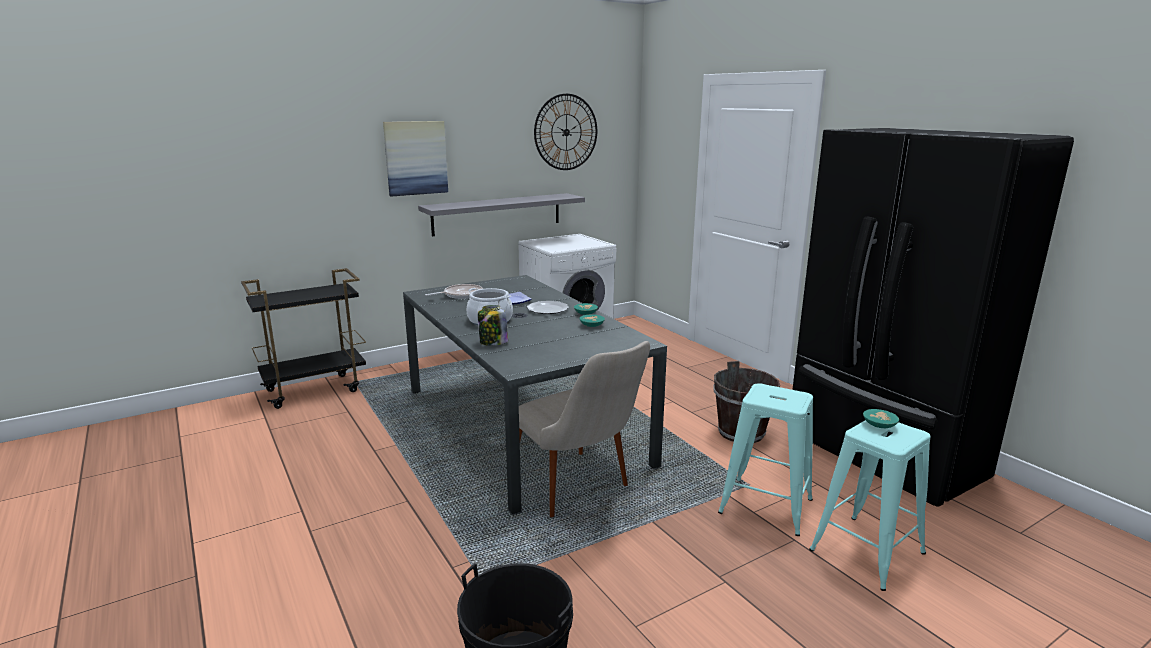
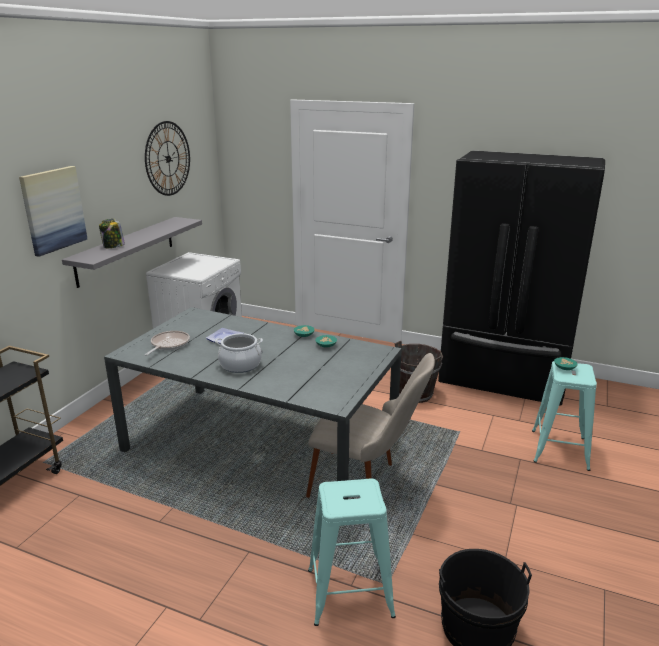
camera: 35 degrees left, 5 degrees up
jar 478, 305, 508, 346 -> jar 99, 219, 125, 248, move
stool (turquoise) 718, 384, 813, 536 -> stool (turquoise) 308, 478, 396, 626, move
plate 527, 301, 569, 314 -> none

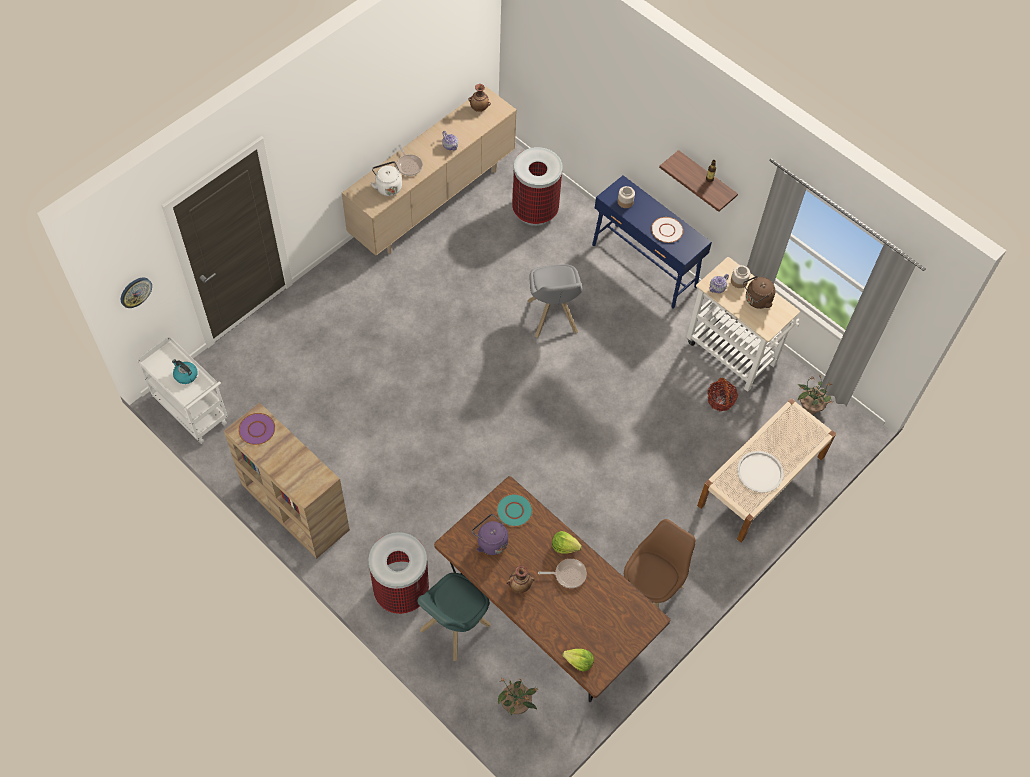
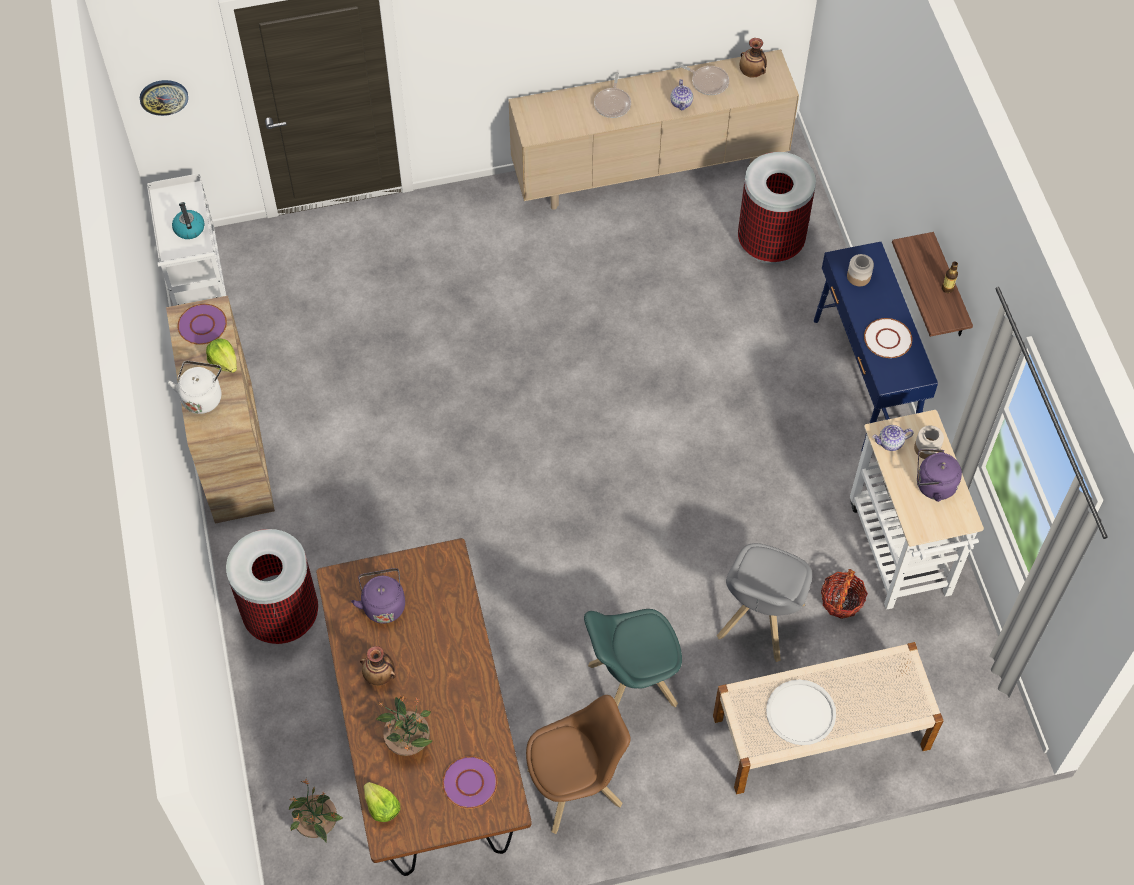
camera: 35 degrees right, 0 degrees up
kettle (white) 371, 161, 402, 196 -> kettle (white) 169, 361, 222, 414, move
lettuce 552, 531, 582, 554 -> lettuce 206, 338, 237, 373, move
potted plant 797, 374, 833, 414 -> potted plant 376, 695, 433, 756, move
none -> plate (purple) 442, 756, 497, 809
chair (turquoise) 417, 573, 491, 661 -> chair (turquoise) 584, 609, 682, 707, move
frying pan 538, 559, 587, 588 -> frying pan 677, 63, 729, 95, move
chair (grey) 527, 264, 583, 338 -> chair (grey) 717, 543, 812, 662, move
kettle (brown) 743, 276, 775, 309 -> kettle (purple) 917, 449, 962, 502
plate (turquoise) 496, 494, 533, 527 -> none

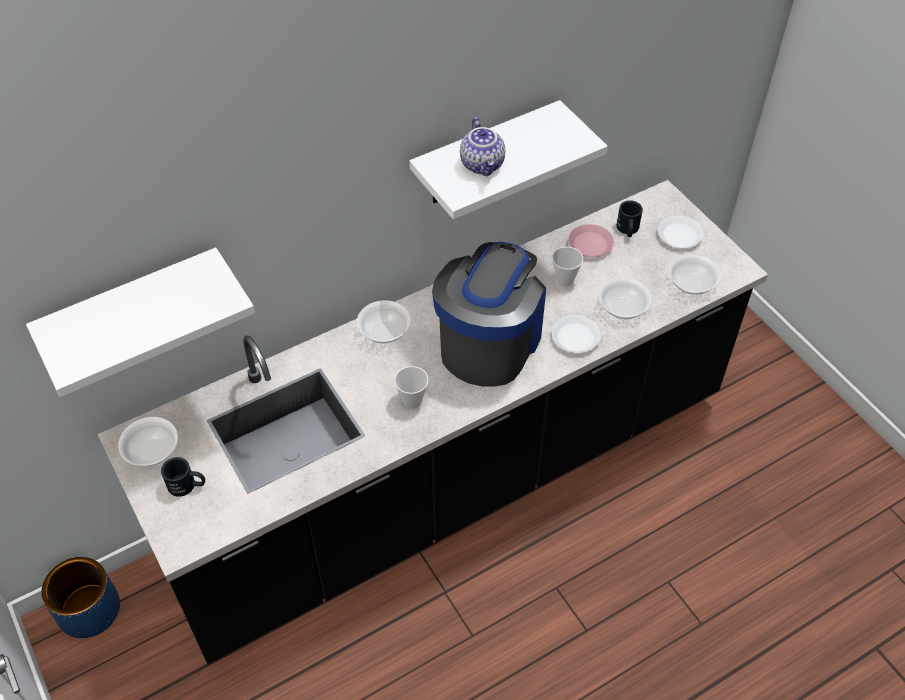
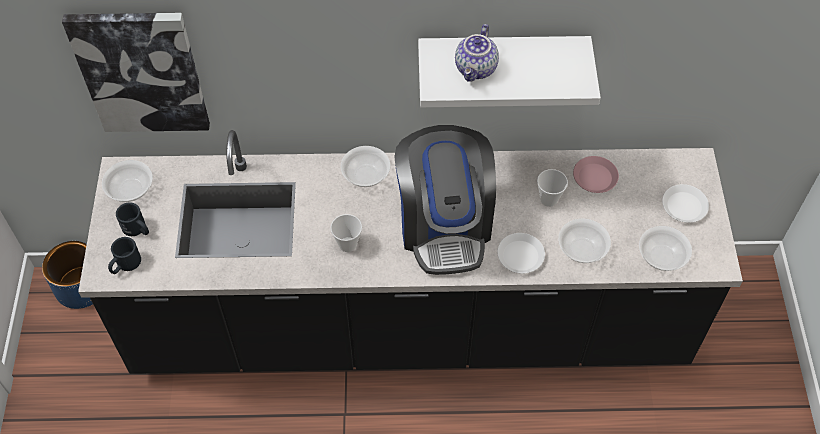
camera: 30 degrees right, 5 degrees up
shelf (white) 26, 247, 255, 397 -> picture 62, 13, 210, 132
mug (black) 616, 200, 643, 237 -> mug (black) 108, 237, 141, 274, move
coffee machine 432, 242, 546, 386 -> coffee machine 395, 125, 496, 275, 120 degrees clockwise

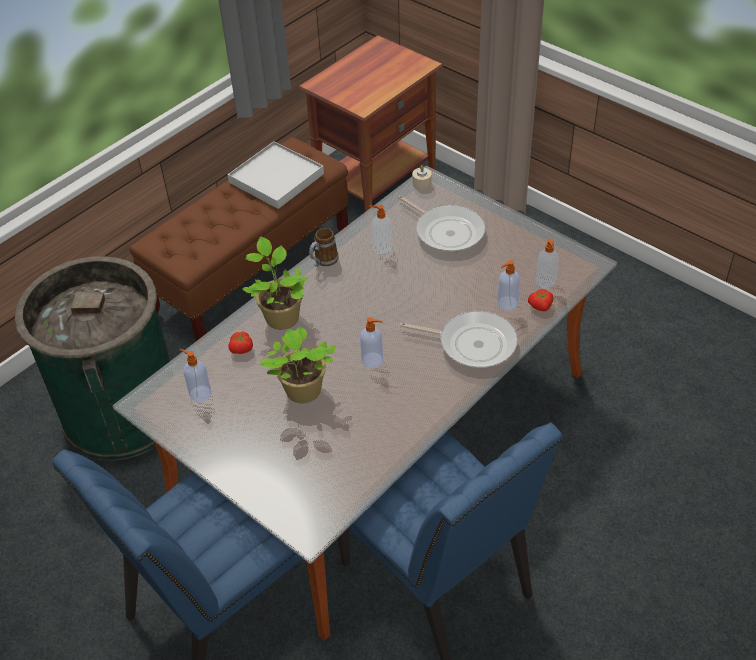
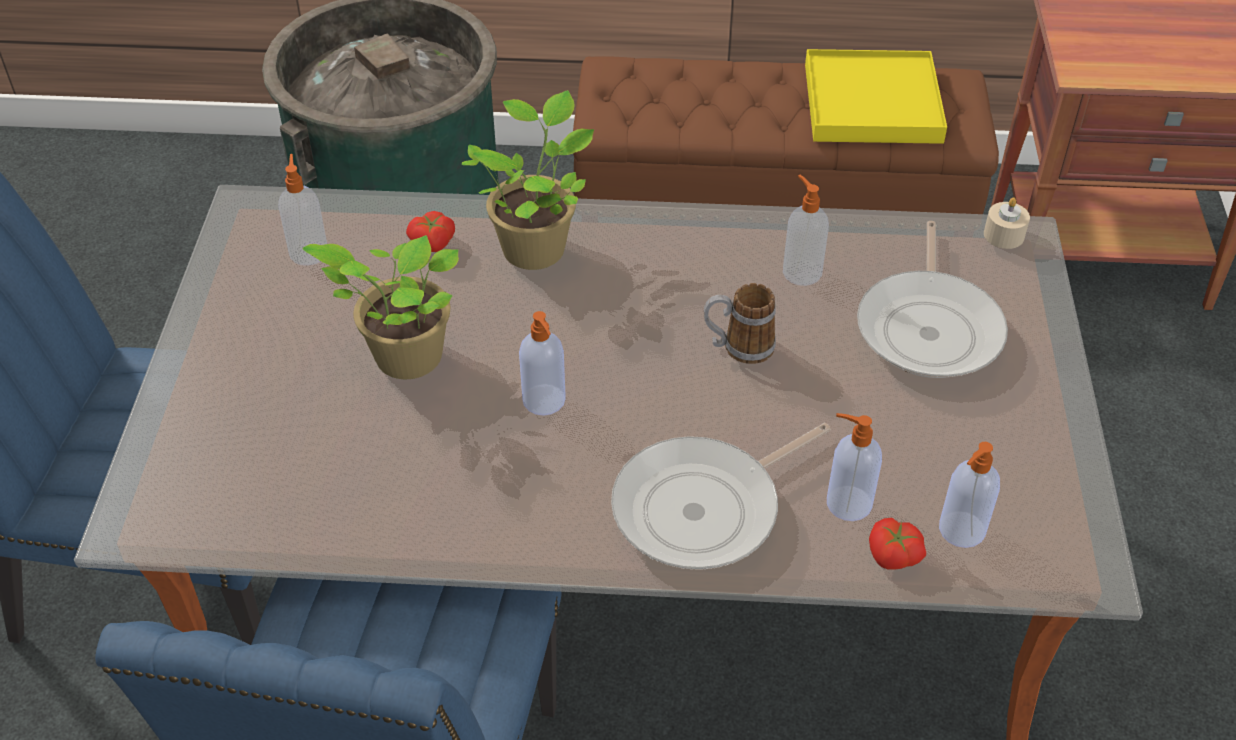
camera: 50 degrees right, 0 degrees up
frying pan 400, 311, 518, 368 -> frying pan 611, 423, 831, 570, 75 degrees clockwise
mug 309, 228, 338, 267 -> mug 704, 283, 776, 364, move
tray (white) 228, 141, 324, 209 -> tray (yellow) 805, 49, 947, 144

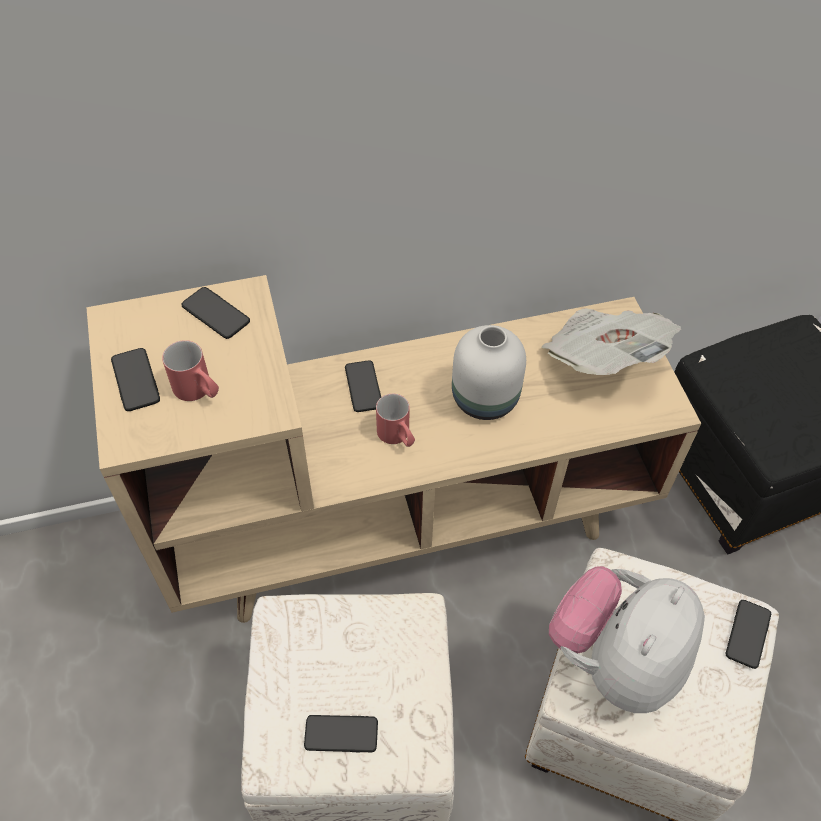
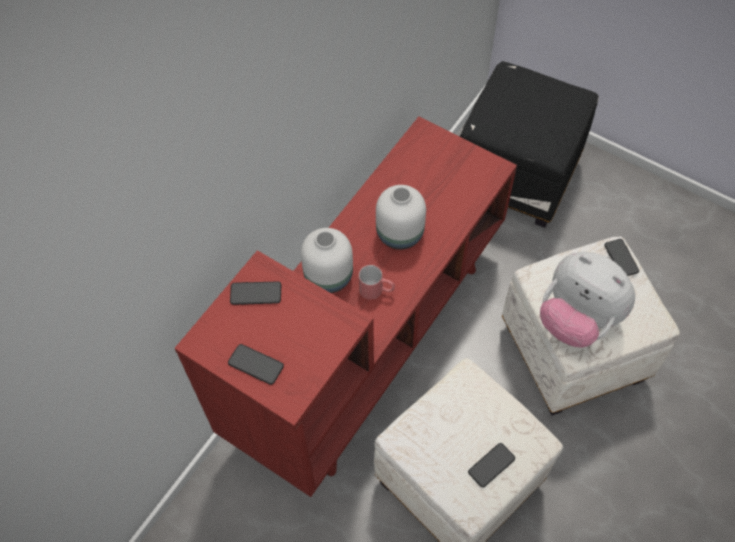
camera: 40 degrees left, 5 degrees up
tv stand (beige) 86, 275, 701, 623 -> tv stand (red) 174, 116, 517, 497
phone 345, 361, 381, 412 -> vase (white) 301, 228, 353, 293
plush toy 549, 566, 705, 713 -> plush toy 540, 252, 635, 348, 45 degrees counterclockwise
mug (red) 162, 340, 219, 401 -> none
newspaper 542, 308, 681, 375 -> none

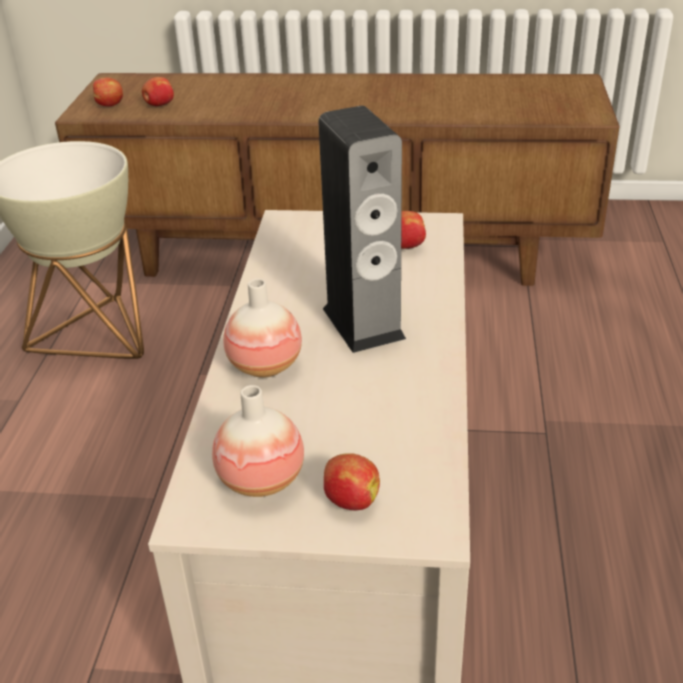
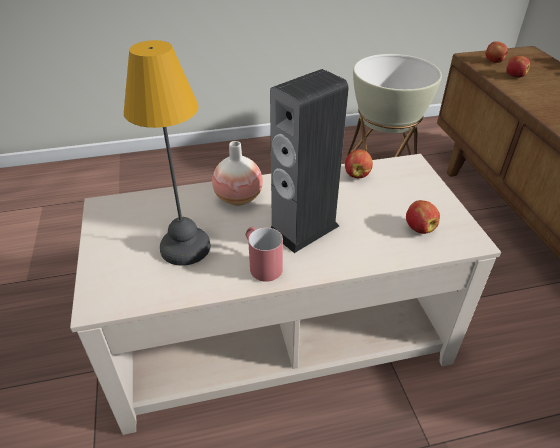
camera: 70 degrees right, 5 degrees up
none -> table lamp 124, 40, 211, 266
none -> mug (red) 246, 227, 283, 282
apple 324, 453, 380, 510 -> apple 345, 150, 373, 178, move
vase 212, 385, 304, 497 -> none

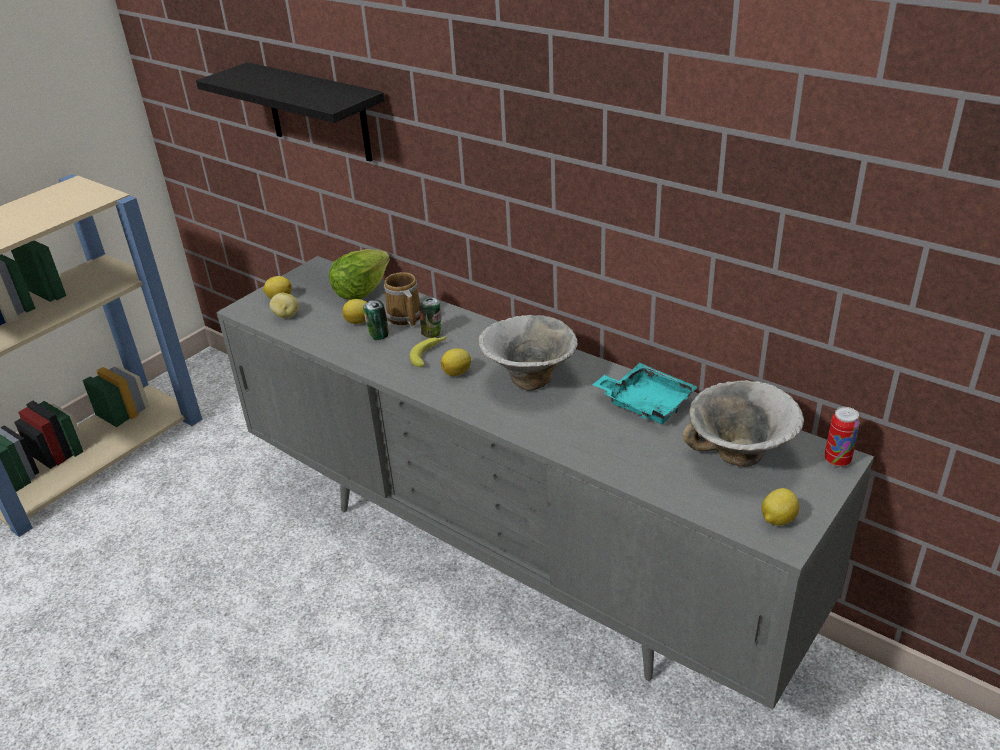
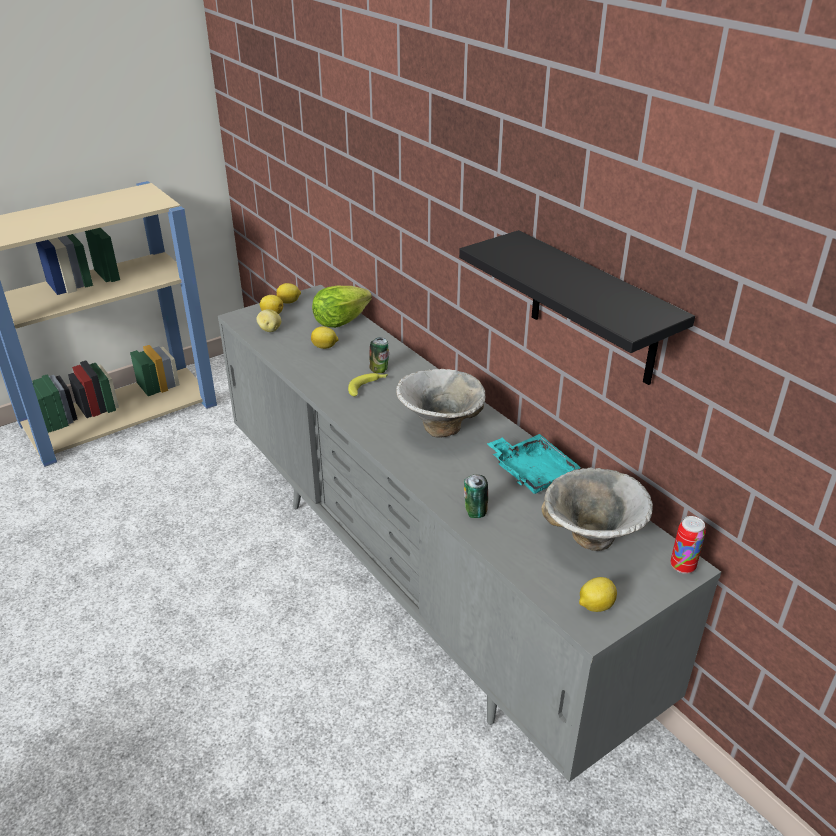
camera: 15 degrees right, 0 degrees up
lemon 441, 348, 471, 376 -> lemon 277, 283, 301, 304, move
shelf (black) 196, 62, 384, 162 -> shelf (black) 459, 230, 695, 385, move
can 363, 300, 389, 340 -> can 464, 474, 488, 518, move
mug 384, 272, 420, 326 -> none

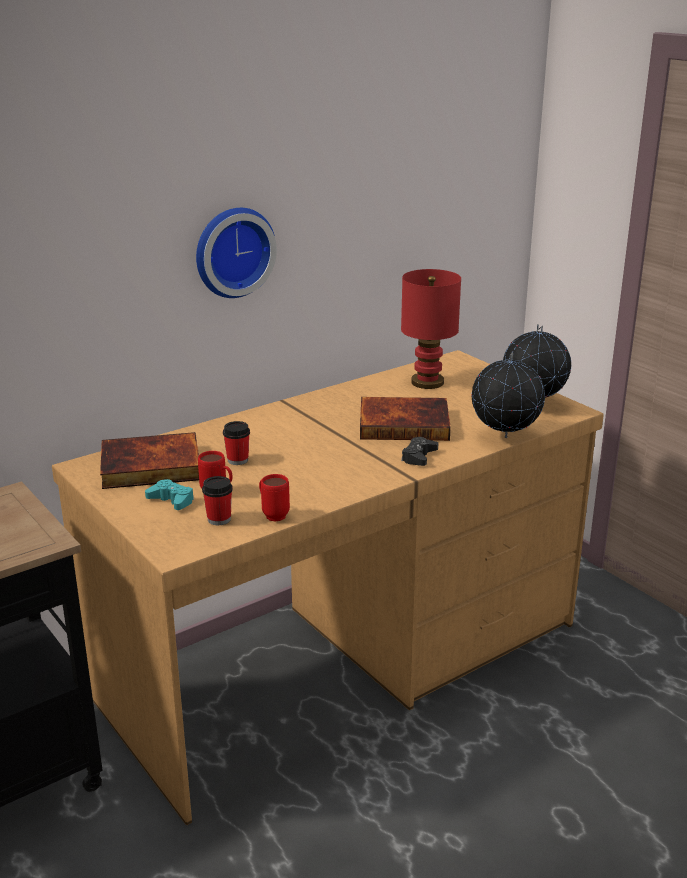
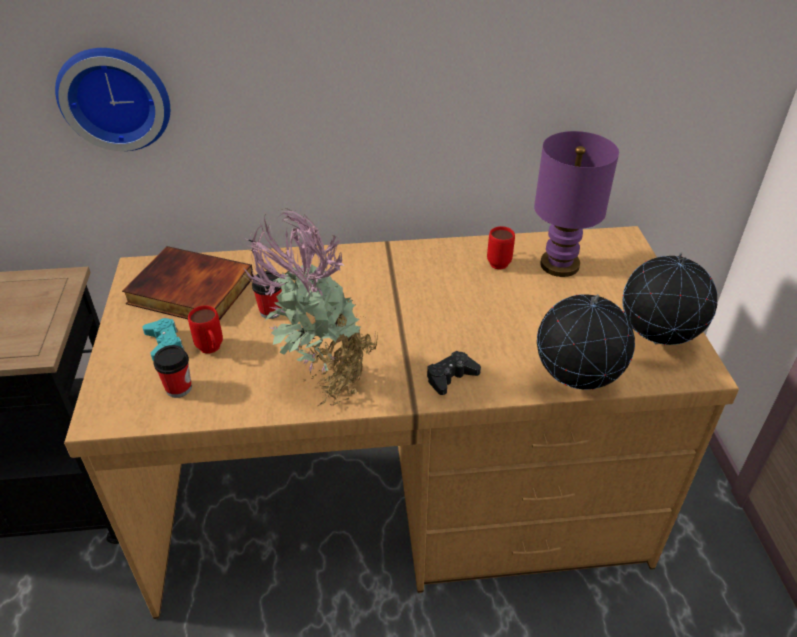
camera: 30 degrees right, 15 degrees up
wall clock 196, 208, 277, 298 -> wall clock 55, 48, 170, 151, move
none -> potted plant 241, 208, 378, 406
mug (red) 259, 474, 290, 522 -> mug (red) 487, 226, 515, 270, move
table lamp (red) 401, 269, 461, 389 -> table lamp (purple) 534, 131, 619, 277
book 360, 397, 451, 441 -> none

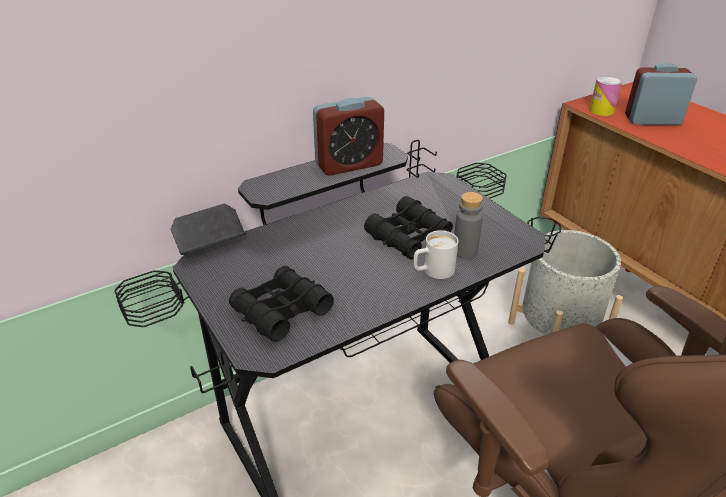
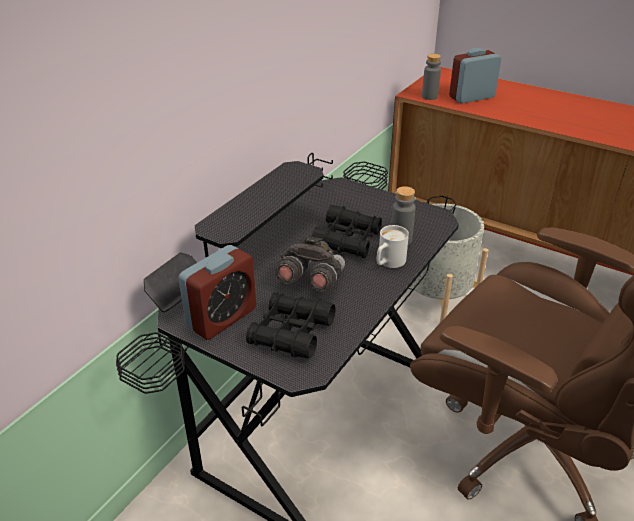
camera: 25 degrees left, 0 degrees up
alarm clock 313, 97, 384, 176 -> alarm clock 178, 245, 256, 340, move
none -> binoculars (grey) 275, 235, 345, 291
can 589, 76, 622, 116 -> bottle (grey) 422, 54, 441, 100

